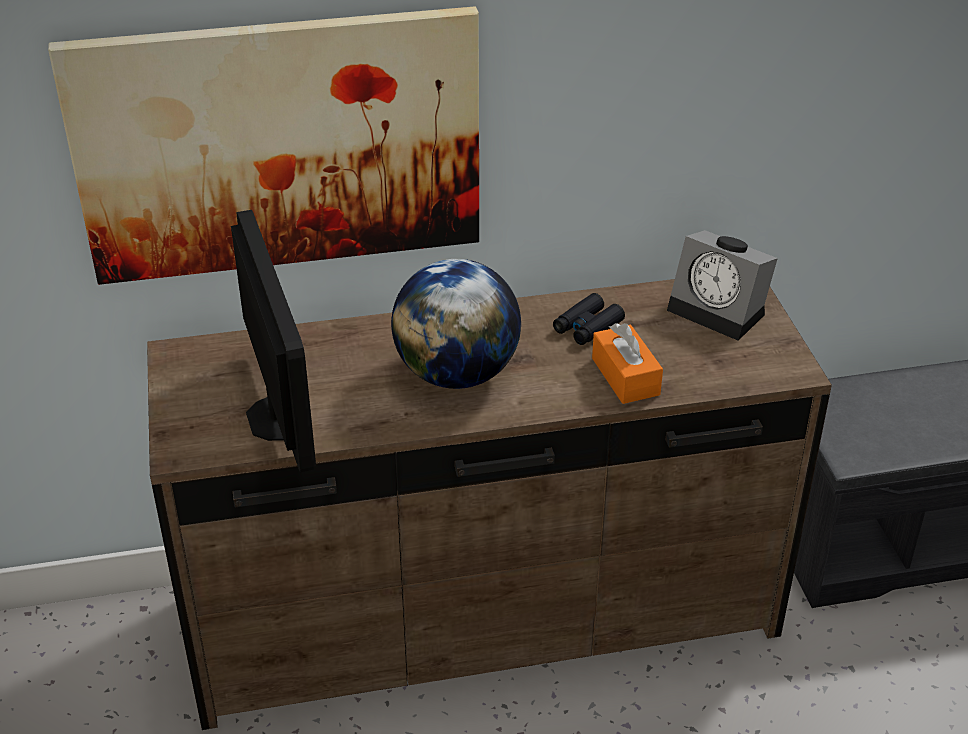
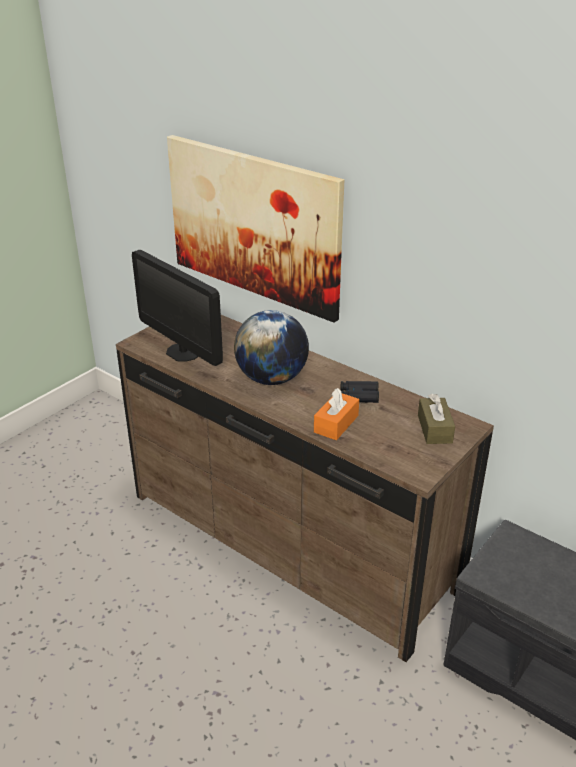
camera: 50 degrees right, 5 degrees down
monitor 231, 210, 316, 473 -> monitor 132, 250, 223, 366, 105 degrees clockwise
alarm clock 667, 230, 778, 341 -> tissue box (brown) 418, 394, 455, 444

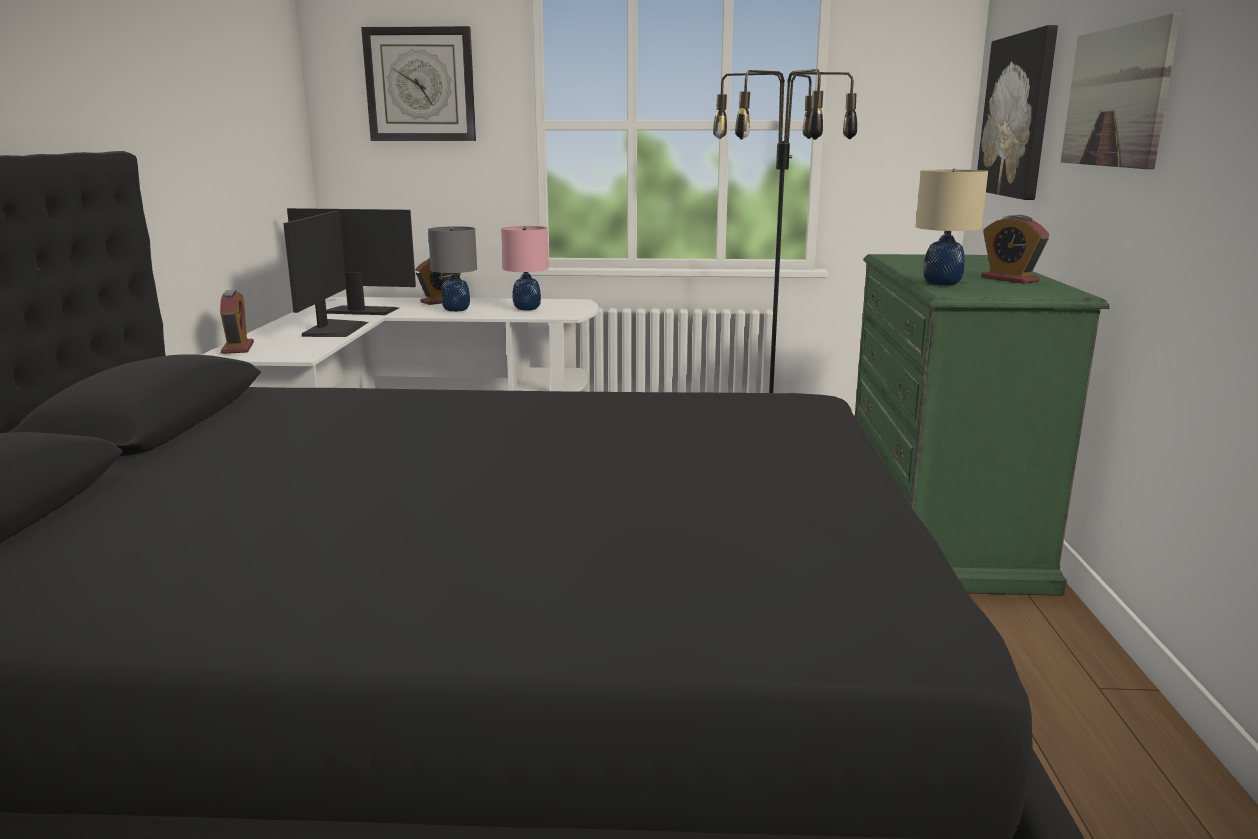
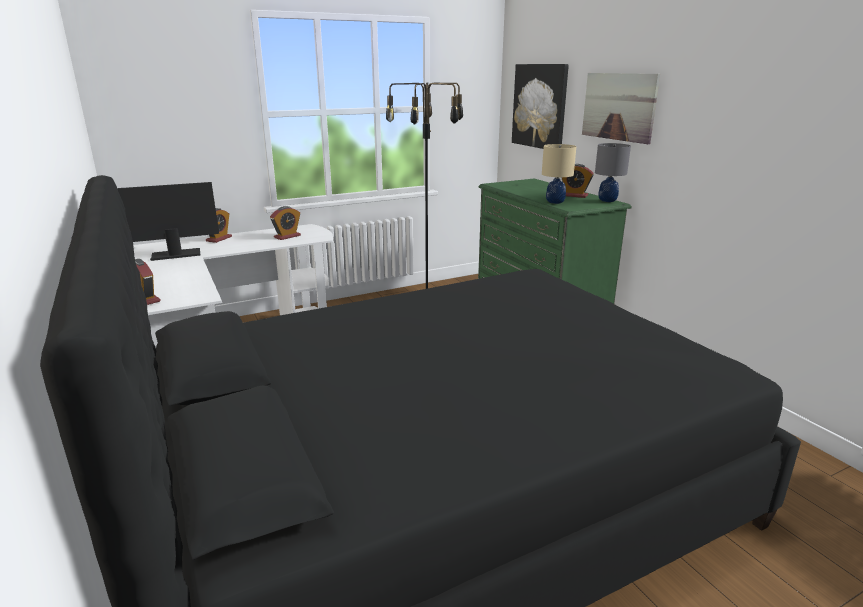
camera: 30 degrees left, 5 degrees up
table lamp (pink) 501, 226, 549, 310 -> alarm clock 270, 206, 301, 240
table lamp (grey) 428, 226, 477, 312 -> table lamp (grey) 595, 143, 631, 202, move
monitor 283, 211, 369, 337 -> none
wall clock 361, 26, 476, 141 -> none

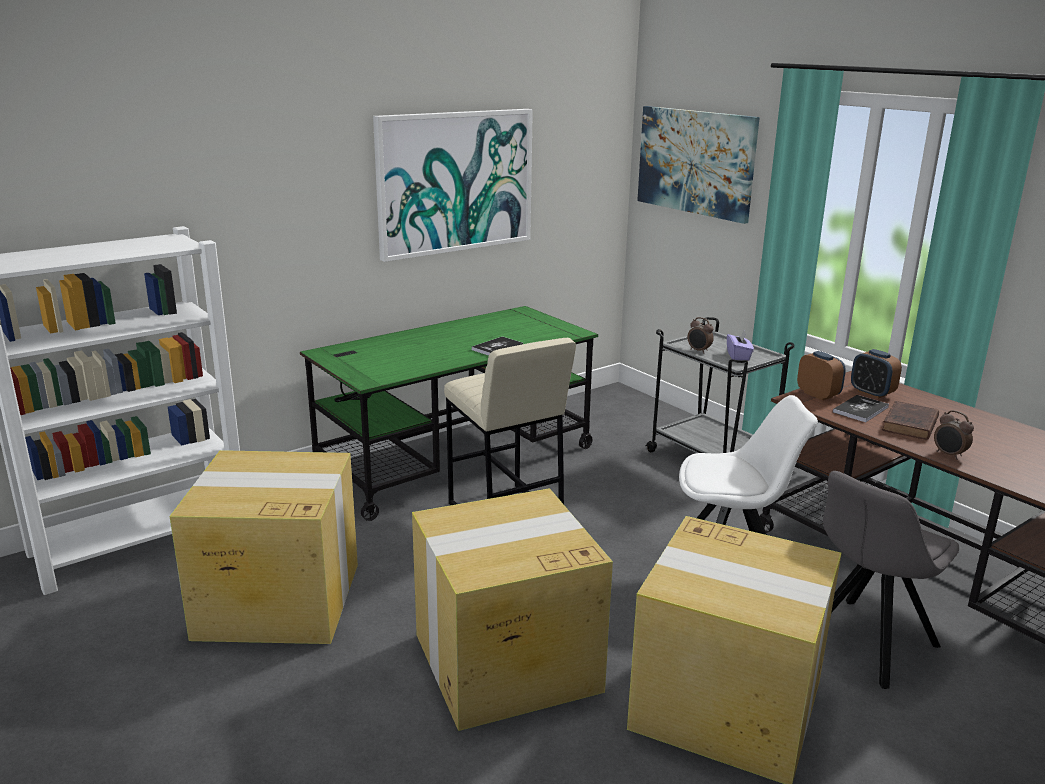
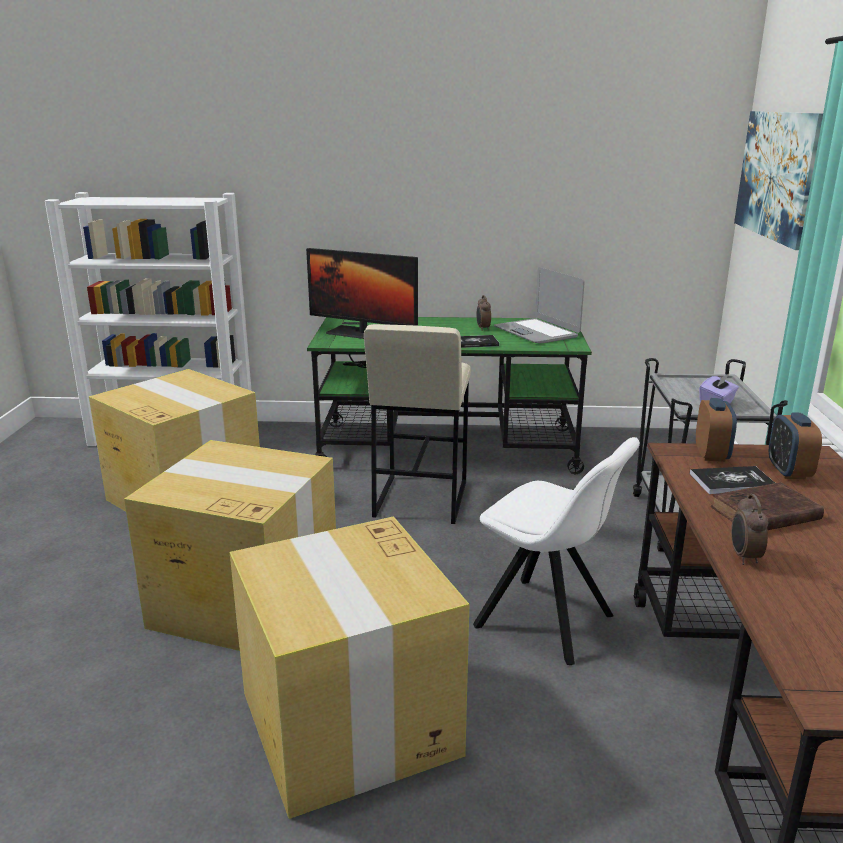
camera: 40 degrees right, 0 degrees up
none -> monitor 306, 248, 418, 339
alarm clock 687, 317, 714, 353 -> alarm clock 476, 295, 491, 331, move
none -> laptop 494, 267, 585, 343
picture 373, 109, 533, 262 -> none
chair (grey) 823, 471, 959, 689 -> none

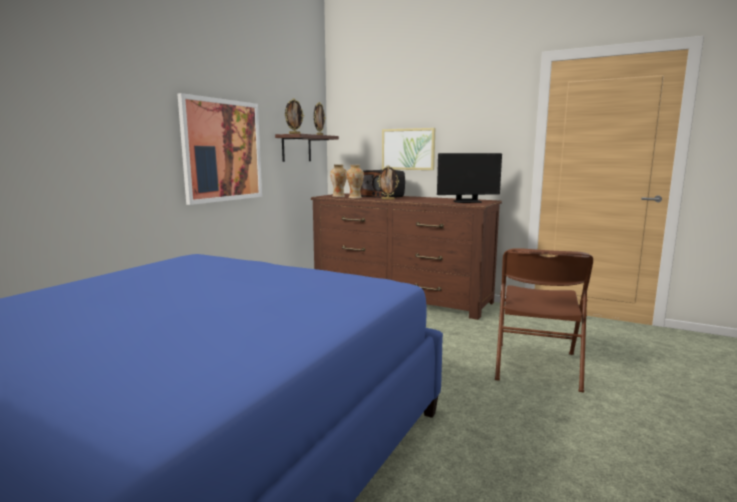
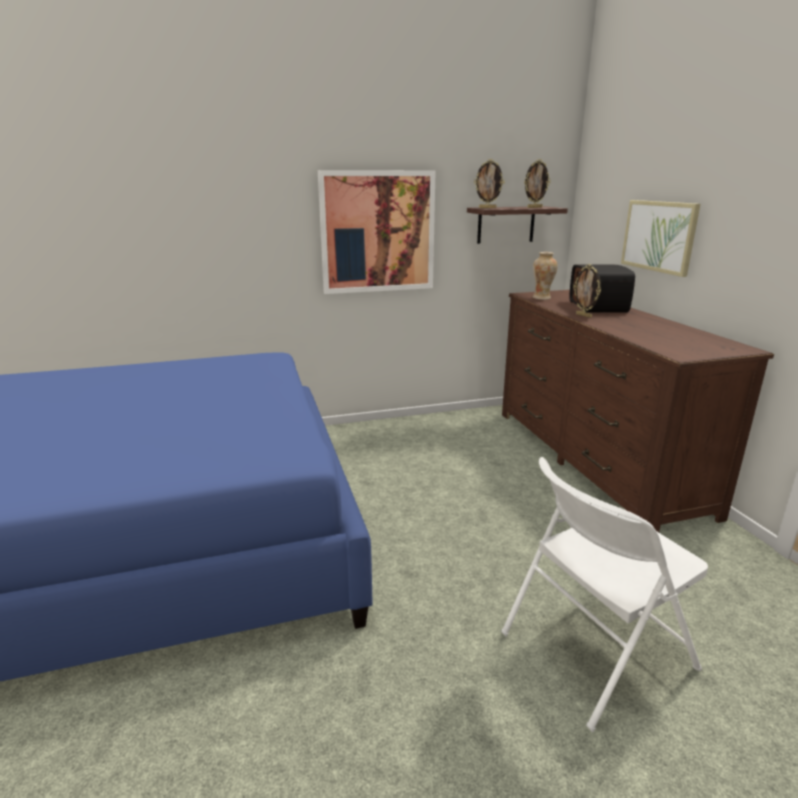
camera: 45 degrees right, 10 degrees up
chair (brown) 495, 248, 593, 393 -> chair (white) 501, 457, 708, 732
vase 347, 165, 364, 199 -> none
monitor 437, 153, 502, 203 -> none

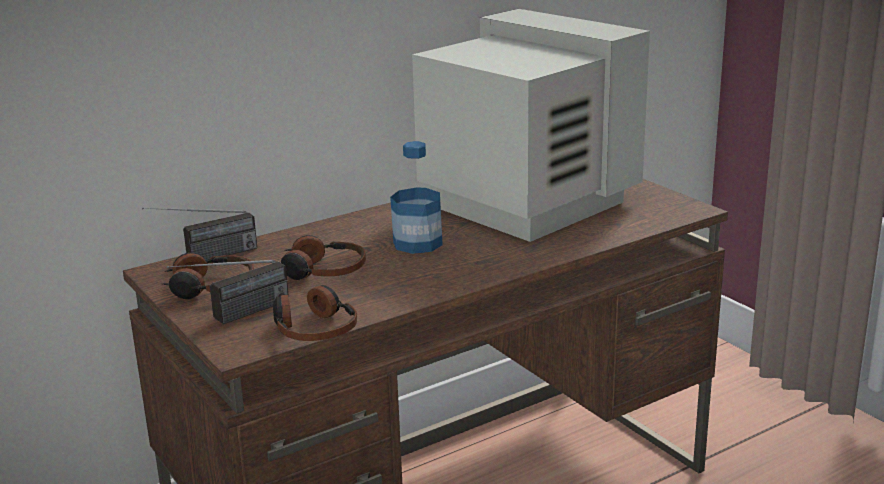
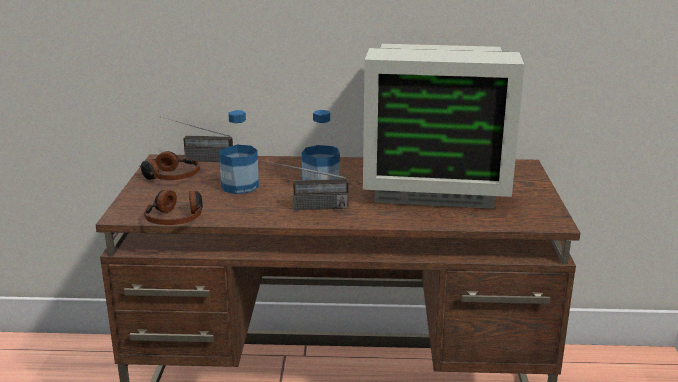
camera: 35 degrees right, 0 degrees up
headphones 277, 235, 366, 280 -> bottle 220, 110, 259, 194
radio 167, 260, 288, 324 -> radio 262, 160, 348, 210, move
monitor 412, 9, 650, 242 -> monitor 363, 44, 525, 209, 105 degrees clockwise

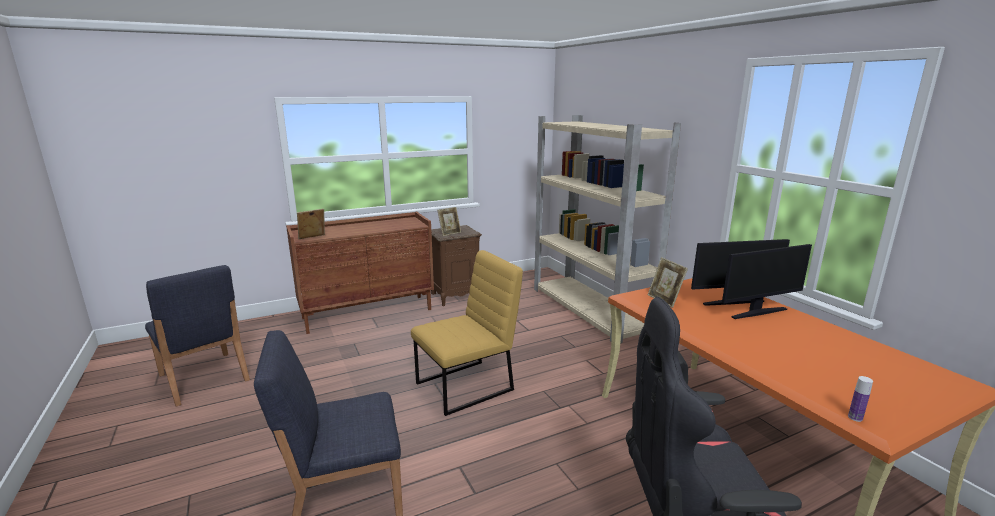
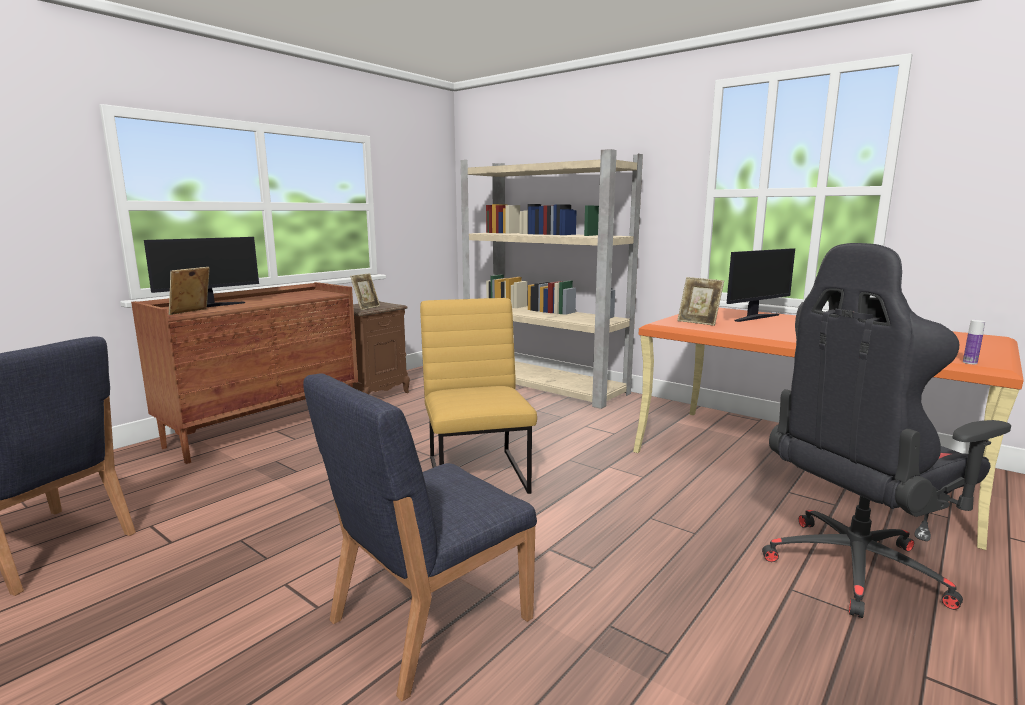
camera: 25 degrees left, 5 degrees down
monitor 722, 244, 812, 319 -> monitor 144, 237, 259, 307, move
chair (yellow) 411, 250, 523, 416 -> chair (yellow) 420, 298, 537, 494, 45 degrees counterclockwise

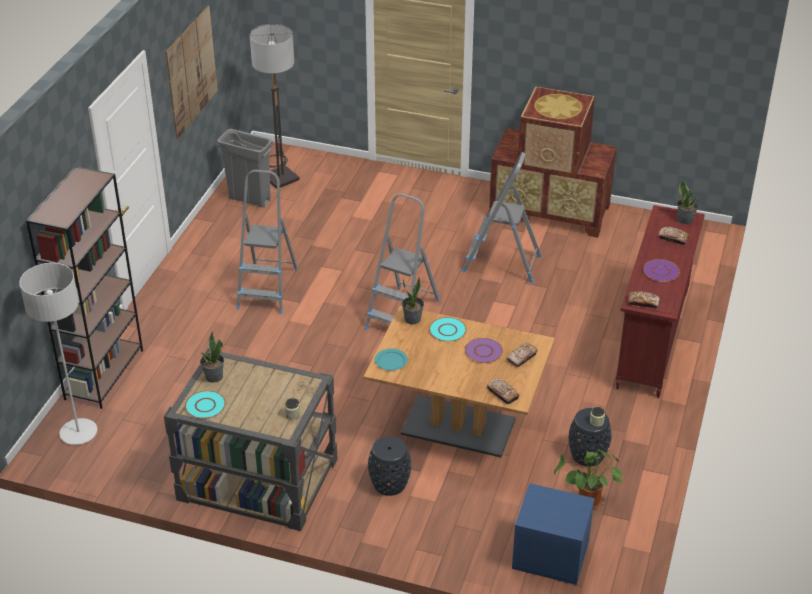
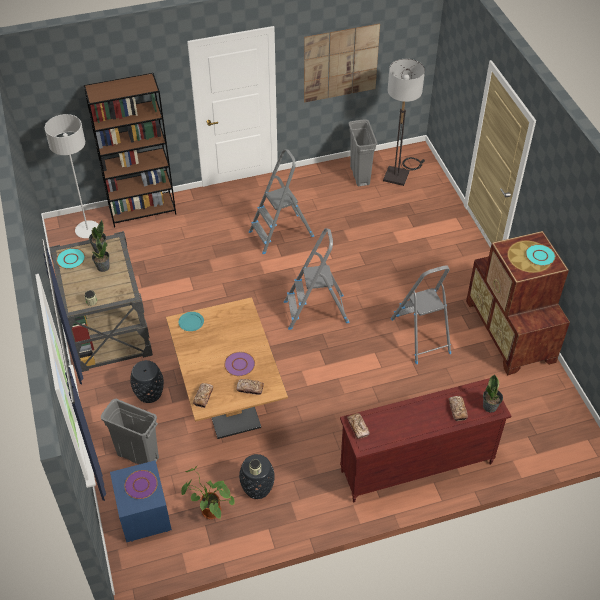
camera: 55 degrees right, 10 degrees up
potted plant 402, 276, 424, 324 -> potted plant 92, 236, 110, 272, move
none -> trash can (grey) 101, 399, 159, 464
plate (purple) 643, 259, 680, 282 -> plate (purple) 124, 470, 158, 499, move
plate (turquoise) 429, 317, 467, 342 -> plate (turquoise) 525, 244, 556, 266, move

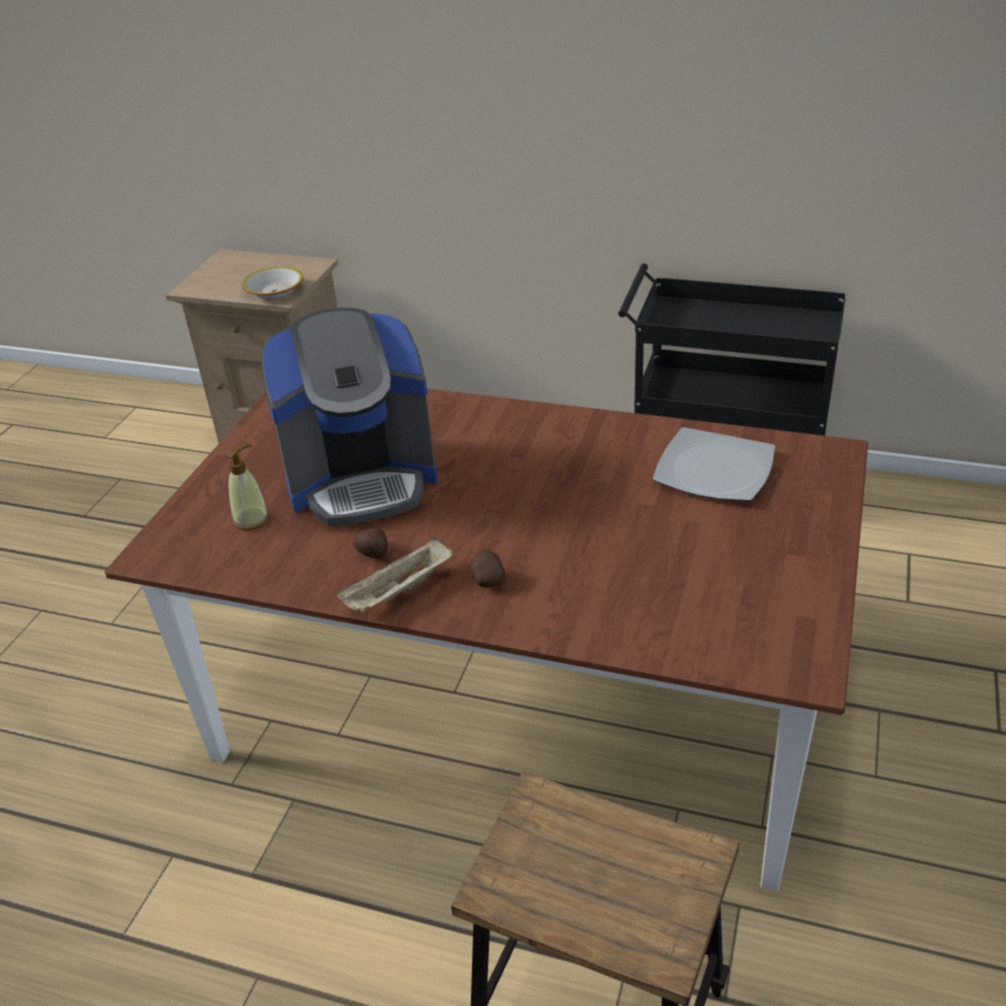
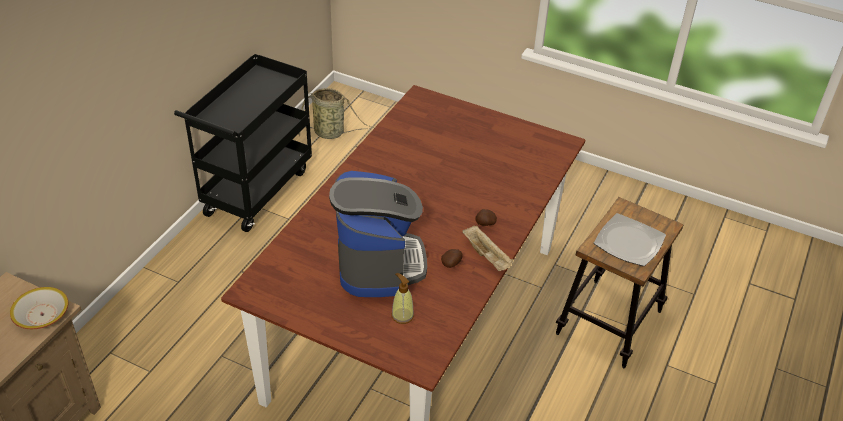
camera: 85 degrees left, 5 degrees up
none -> basket 298, 88, 375, 139
plate 652, 427, 775, 501 -> plate 594, 213, 666, 266, move

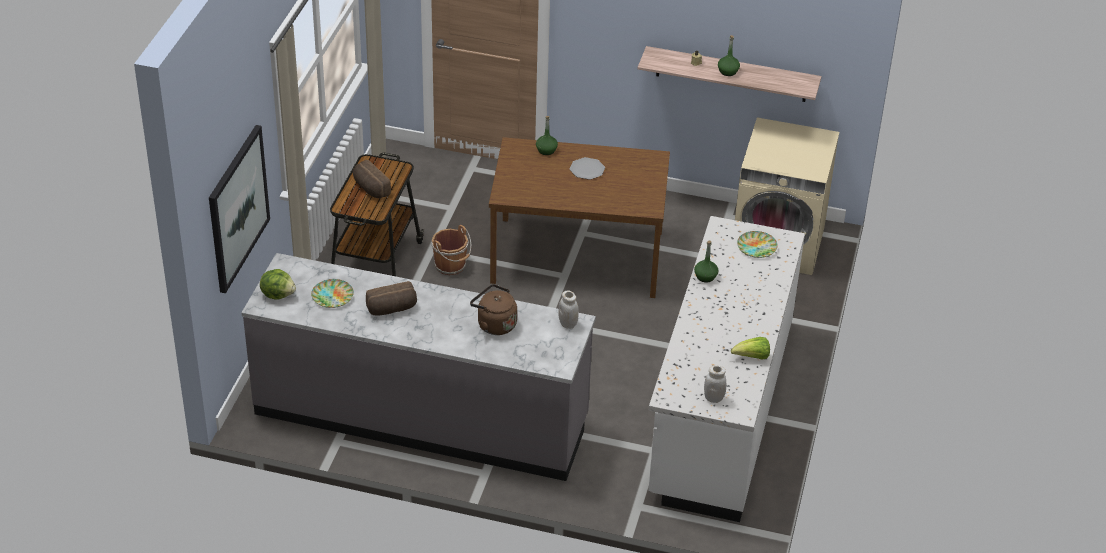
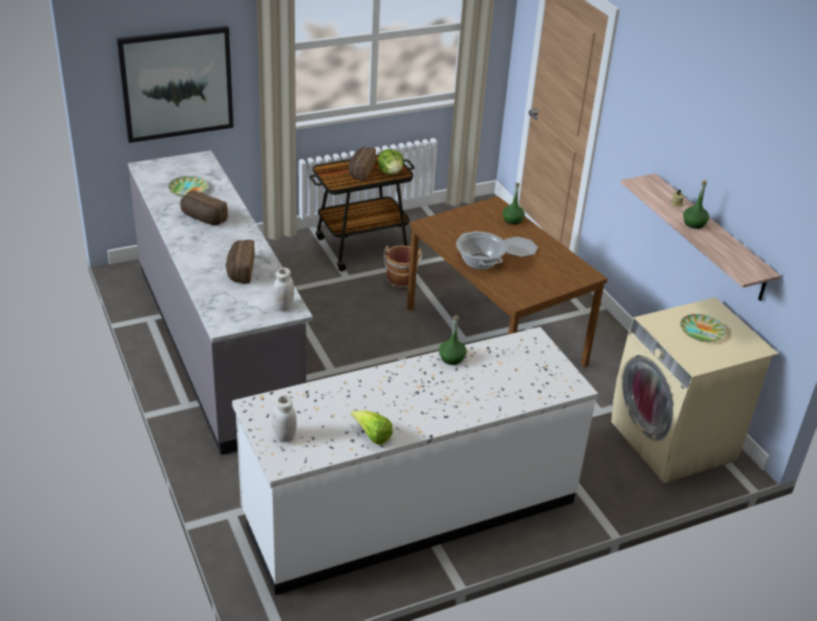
camera: 50 degrees right, 5 degrees down
kettle (brown) 470, 284, 517, 335 -> bread 225, 240, 255, 284
lettuce 260, 269, 296, 300 -> lettuce 378, 149, 404, 174, move
none -> cooking pot 456, 231, 507, 270
plate 737, 231, 778, 258 -> plate 680, 314, 726, 342, move

